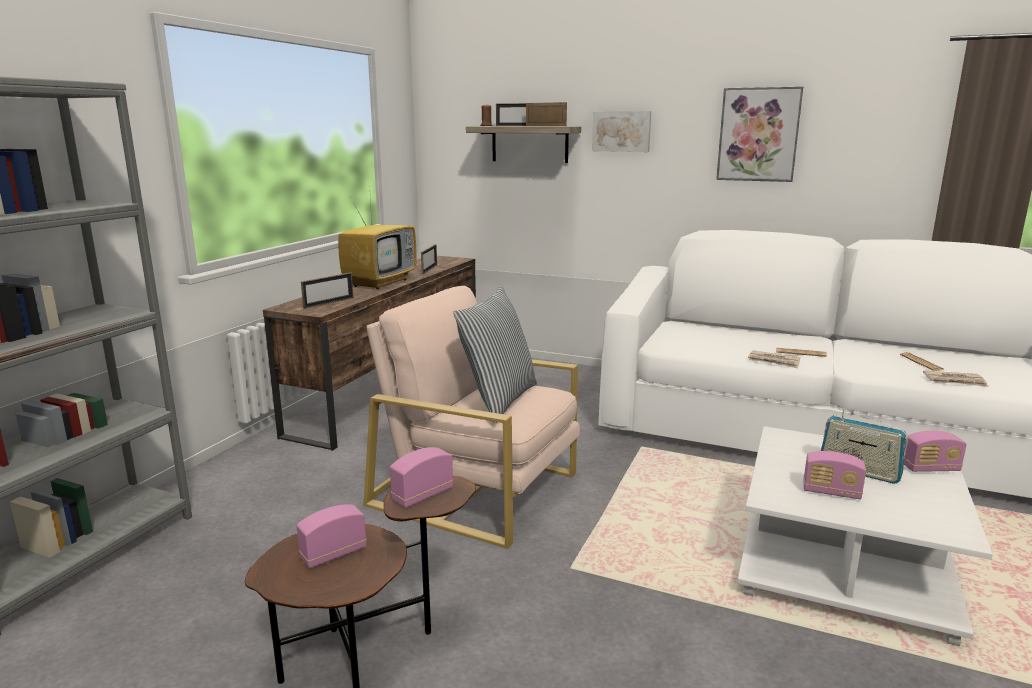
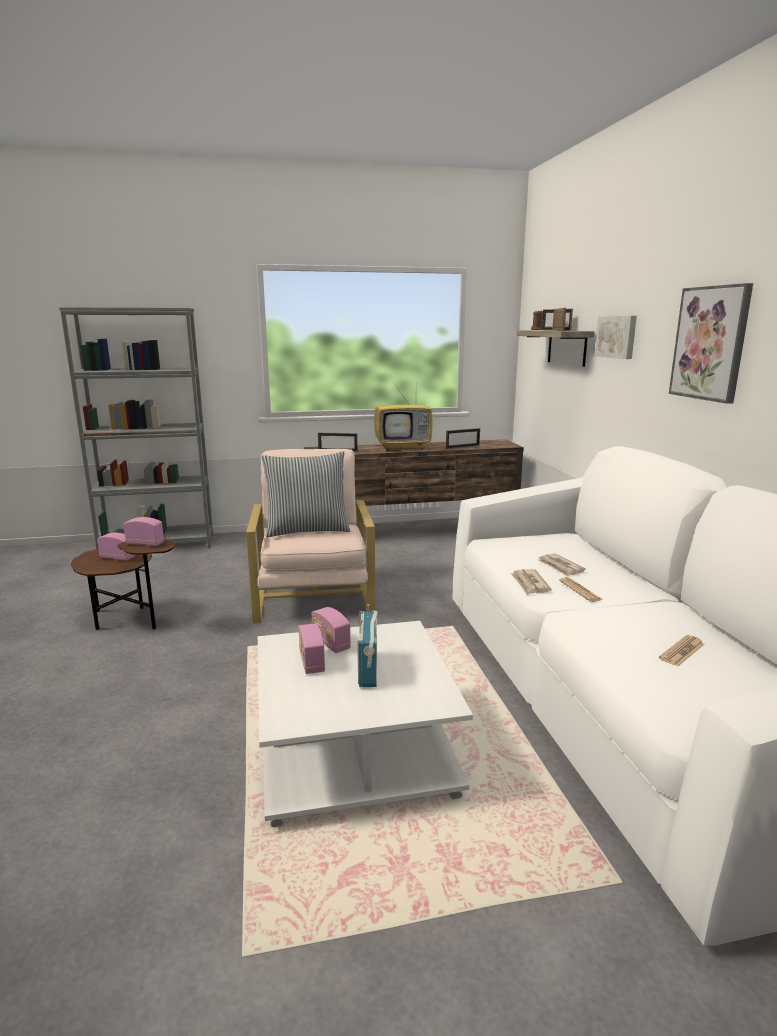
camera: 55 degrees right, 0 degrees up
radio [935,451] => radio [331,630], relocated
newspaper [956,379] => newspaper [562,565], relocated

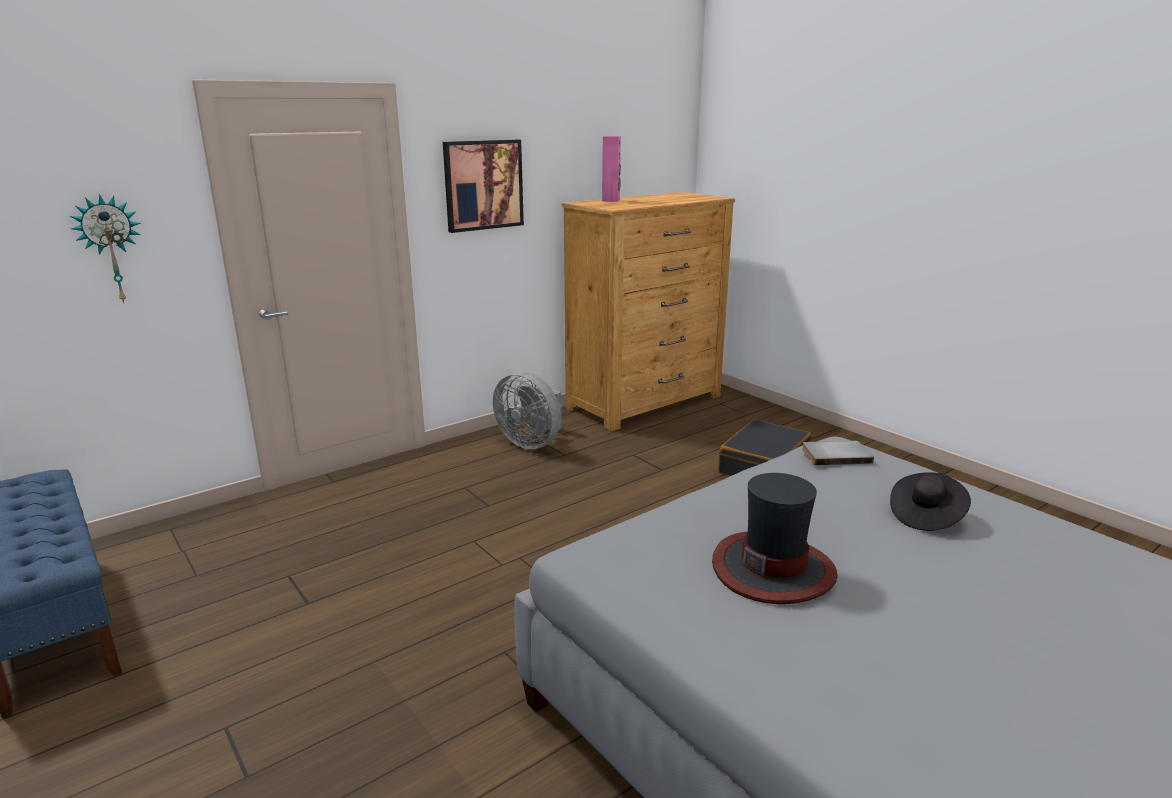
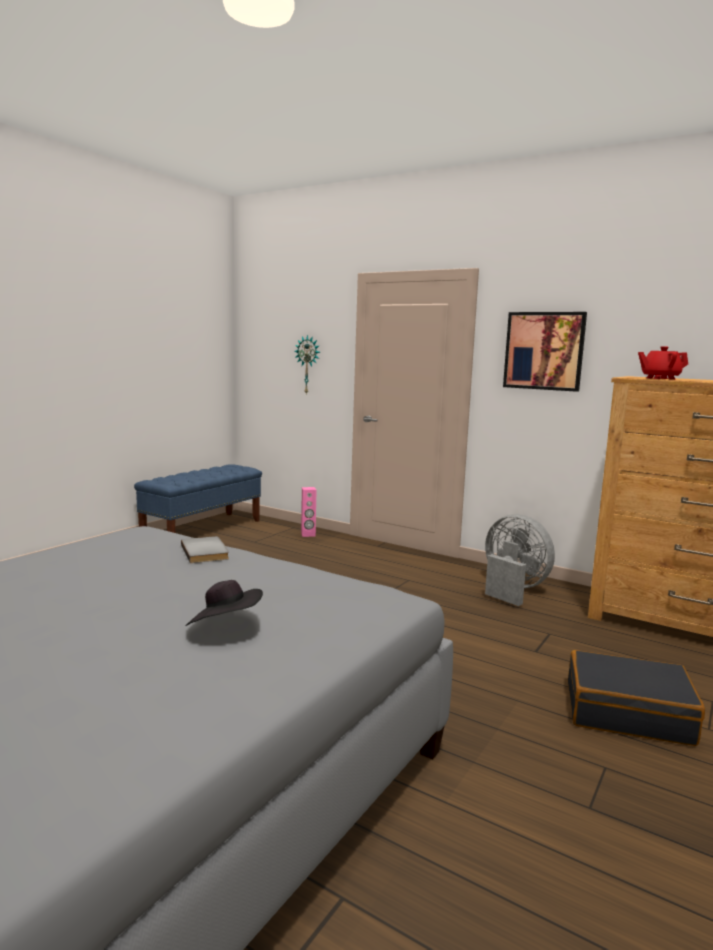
camera: 70 degrees right, 10 degrees down
hat [775,538] => nothing
nothing => teapot/red [663,363]
speaker/pink [611,169] => speaker/pink [308,512], relocated
book/grey [838,453] => book/grey [205,549], relocated
fan/grey [527,410] => fan/grey [520,560], 120 degrees clockwise

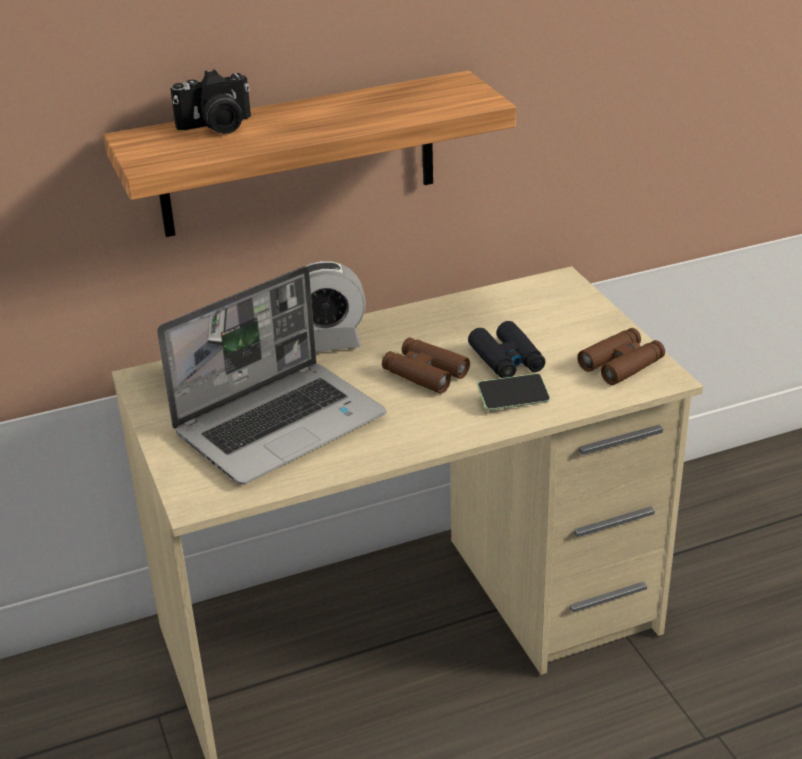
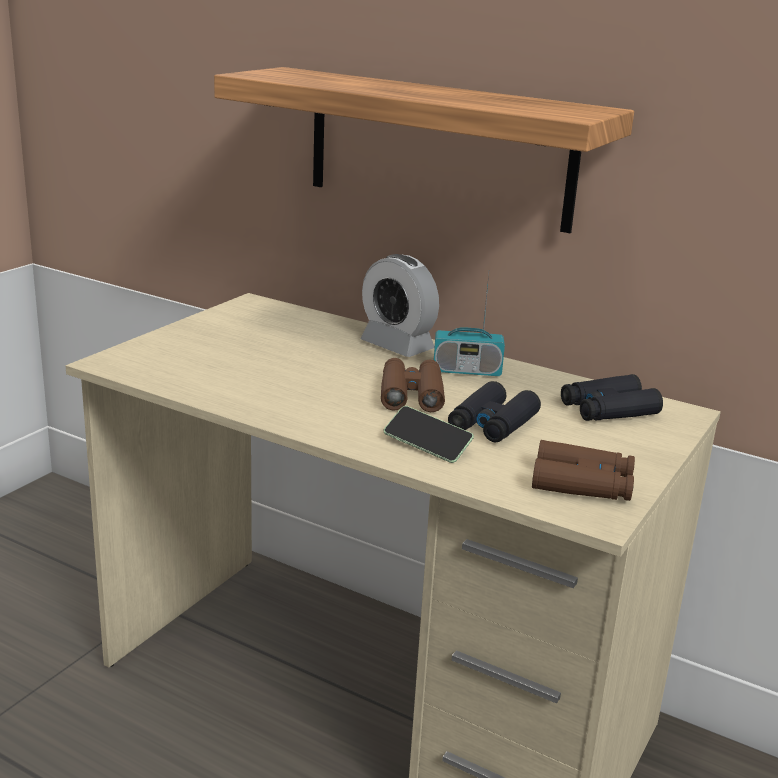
camera: 50 degrees right, 10 degrees down
laptop [271,375] => nothing
photo camera [210,101] => nothing
nothing => radio [469,325]
nothing => binoculars/black [612,397]

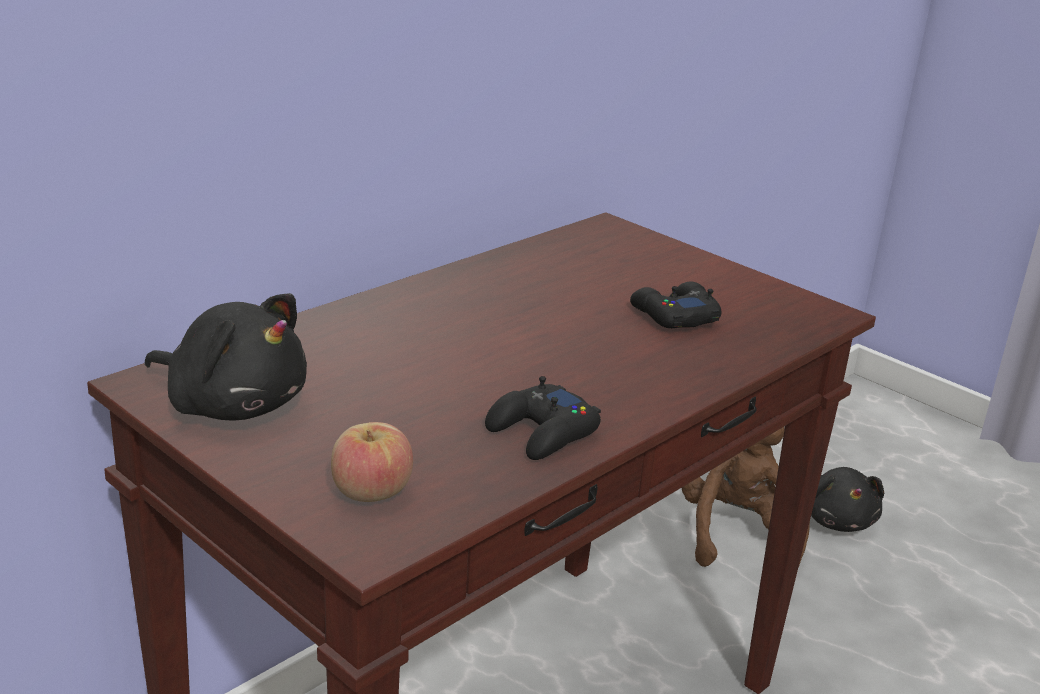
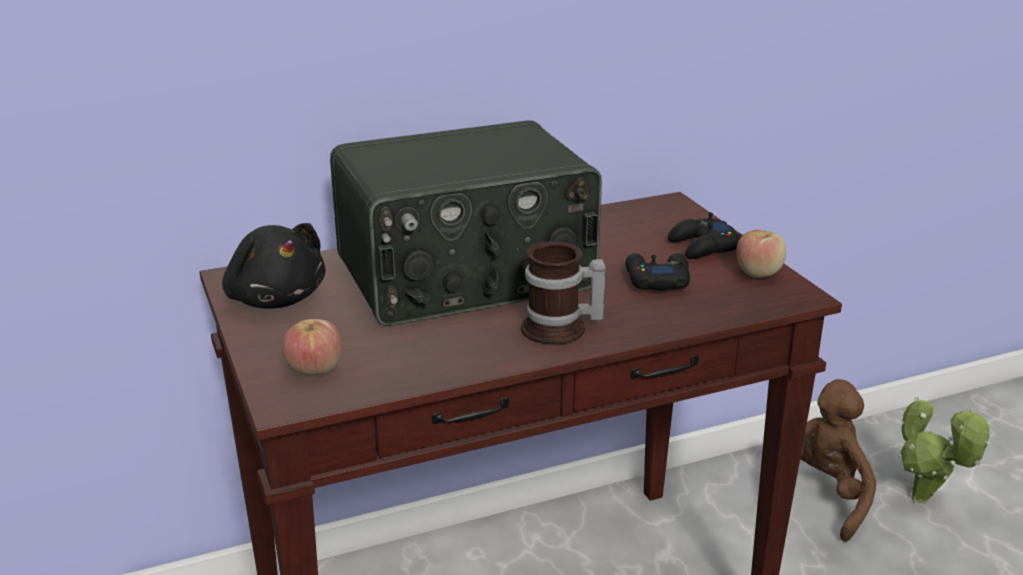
camera: 25 degrees right, 0 degrees up
nothing => radio [466,223]
nothing => mug [563,293]
nothing => apple [761,254]
game controller/black [543,418] => game controller/black [705,235], relocated
plush toy/black [847,499] => potted plant [944,450]

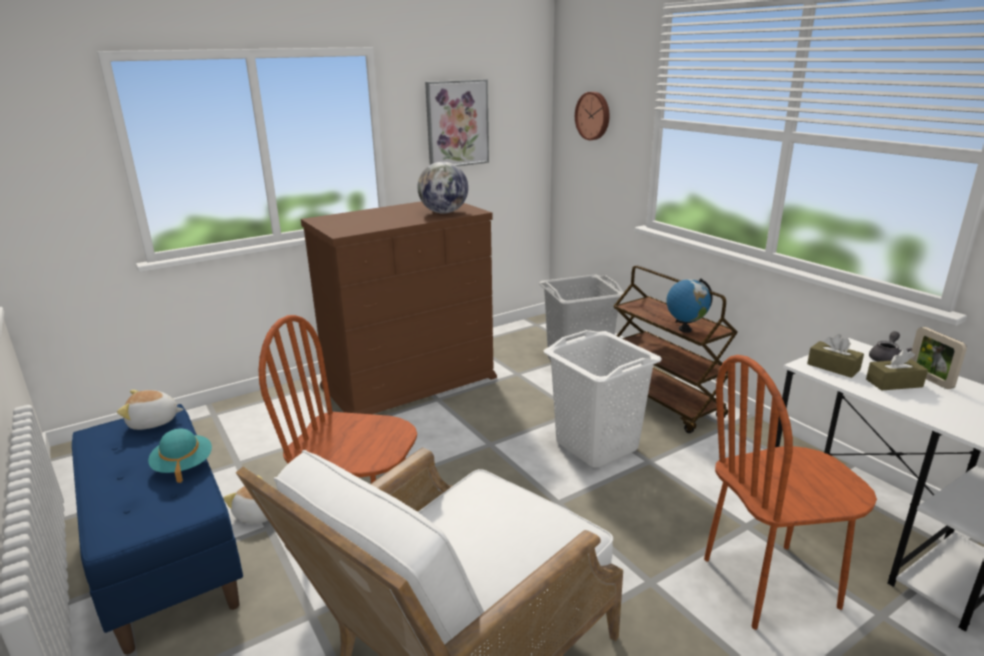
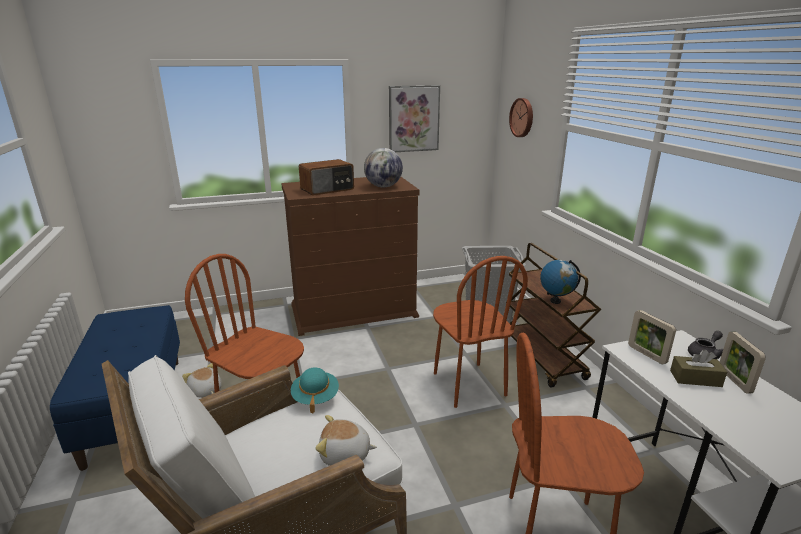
camera: 15 degrees right, 0 degrees up
nothing => radio [326,177]
plush toy [150,410] => plush toy [346,440], relocated
hat/turquoise [180,456] => hat/turquoise [315,391], relocated
laundry basket/white [603,399] => chair/brown [480,332]
tissue box/brown [835,356] => picture frame [652,337]

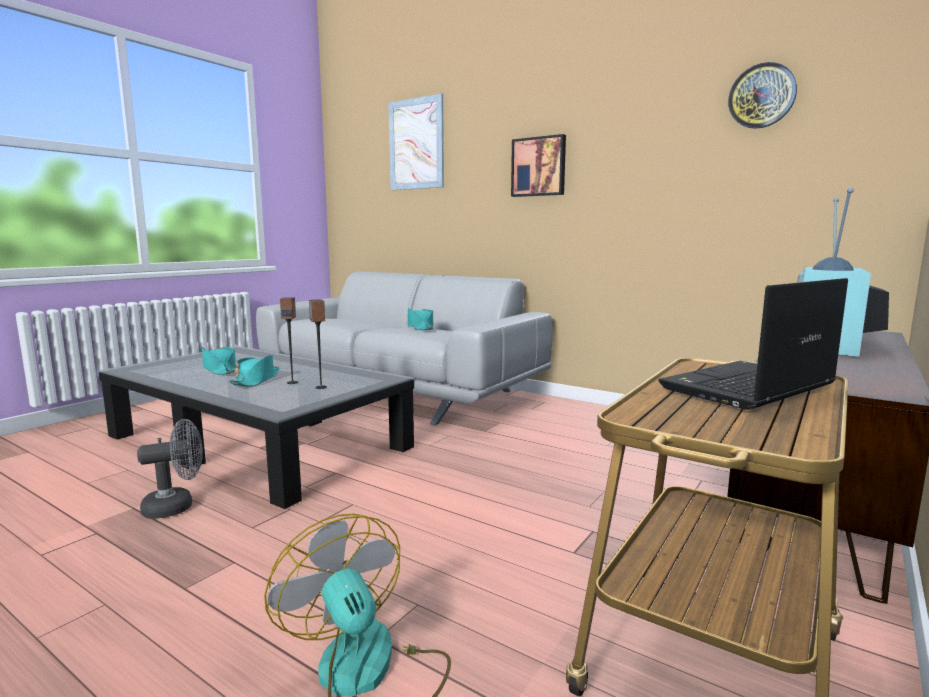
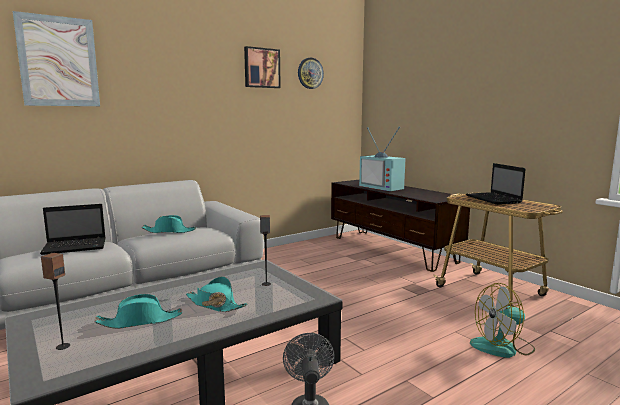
camera: 70 degrees left, 0 degrees up
nothing => laptop [73,229]
speaker [289,340] => speaker [55,301], relocated
picture [538,165] => picture [262,67], relocated

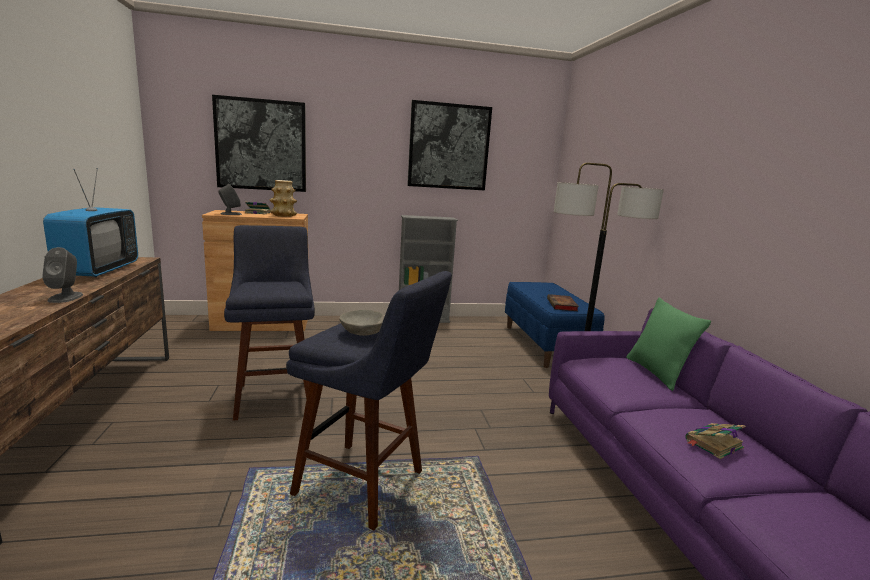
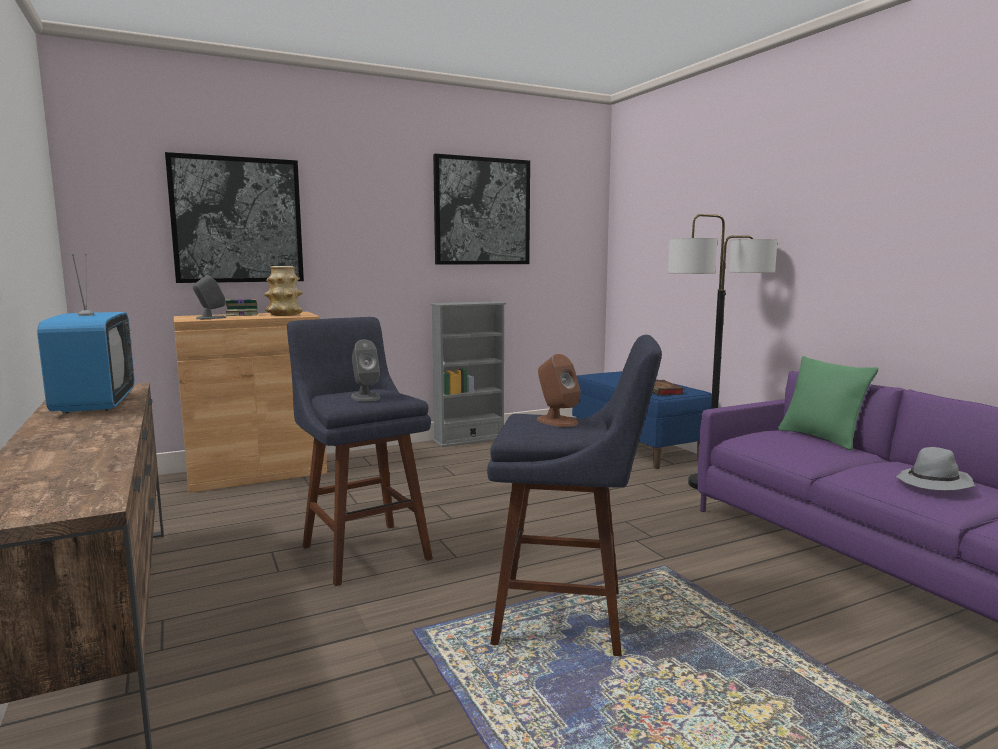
camera: 15 degrees left, 5 degrees down
speaker/grey [62,275] => speaker/grey [366,370], relocated
bowl/grey [362,323] => speaker/brown [559,390]
book [715,441] => hat/grey [935,469]

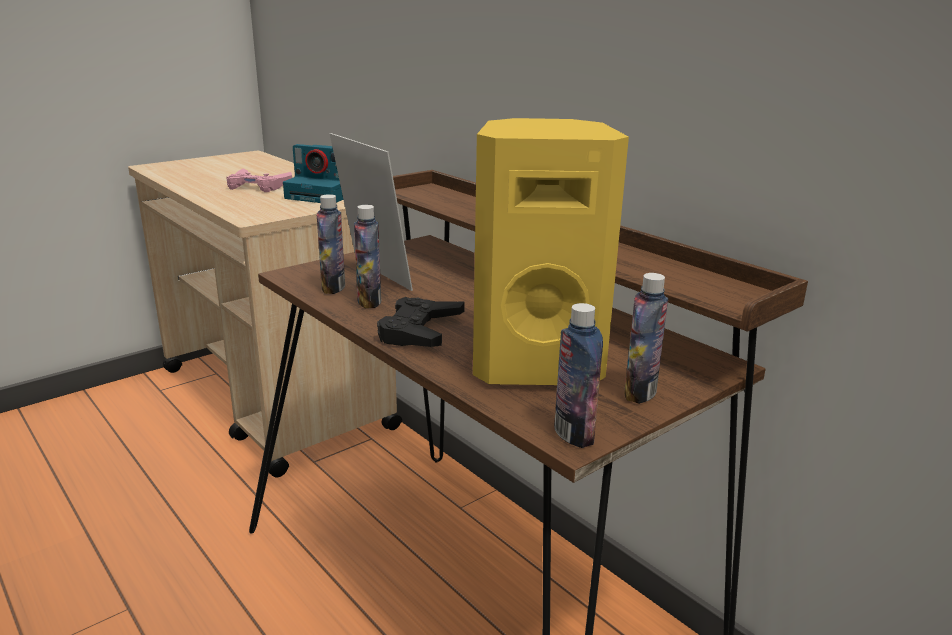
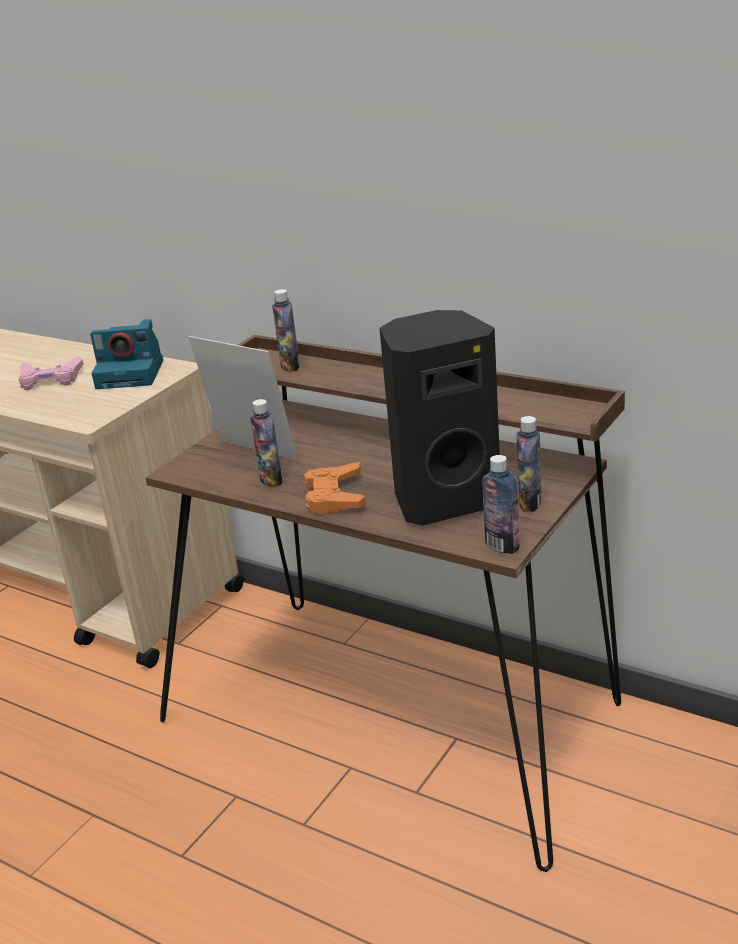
camera: 15 degrees left, 5 degrees up
bottle [331,244] => bottle [286,330], relocated
game controller/black [421,322] => game controller/orange [335,488]
speaker/yellow [551,251] => speaker/black [439,418]

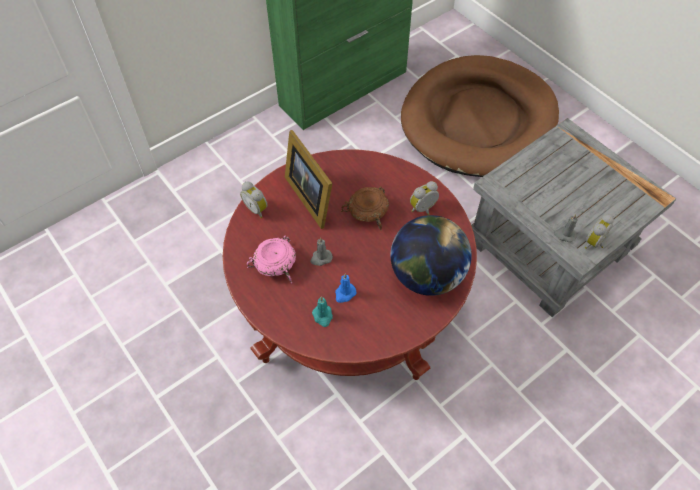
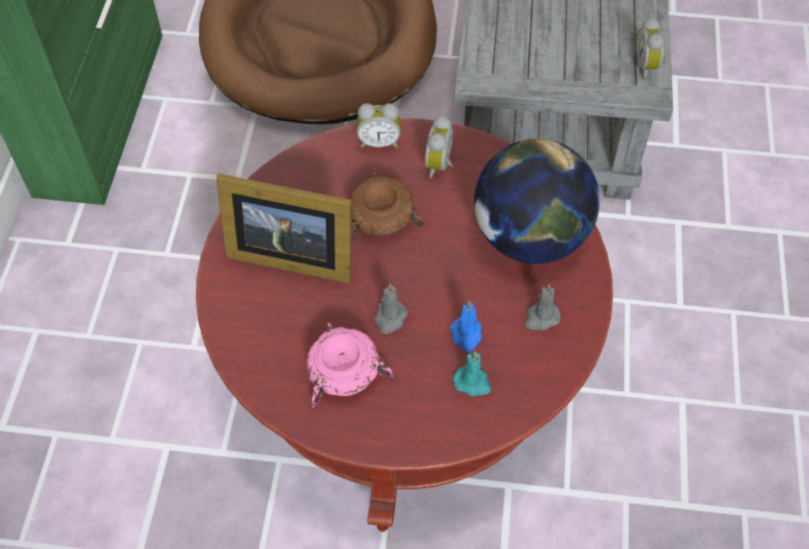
camera: 45 degrees left, 0 degrees up
alarm clock [253,199] => alarm clock [378,125], relocated
candle/grey [566,228] => candle/grey [542,307], relocated

